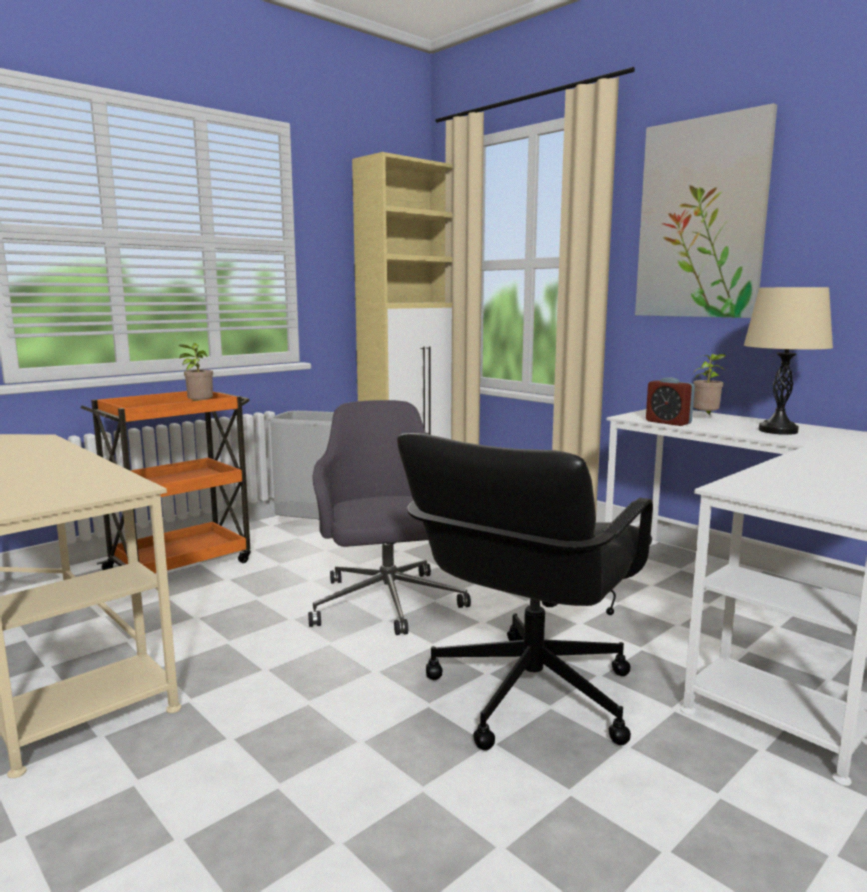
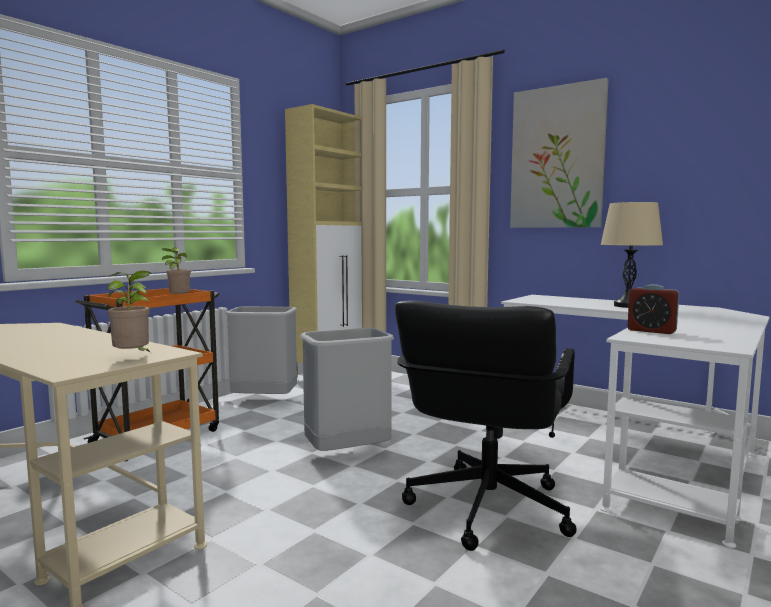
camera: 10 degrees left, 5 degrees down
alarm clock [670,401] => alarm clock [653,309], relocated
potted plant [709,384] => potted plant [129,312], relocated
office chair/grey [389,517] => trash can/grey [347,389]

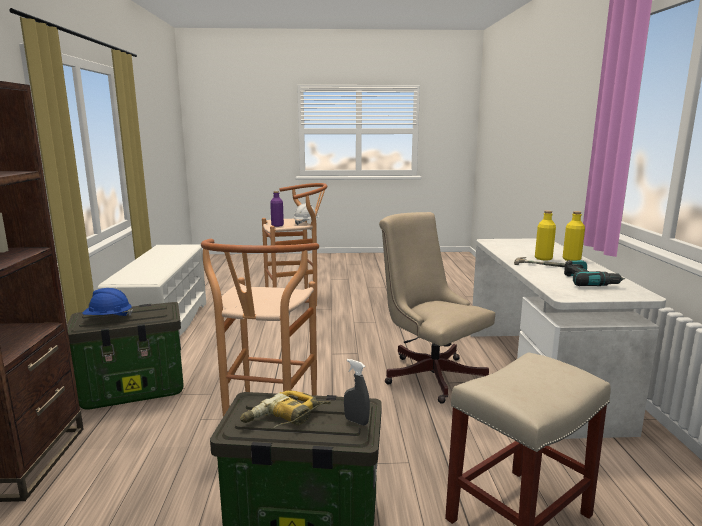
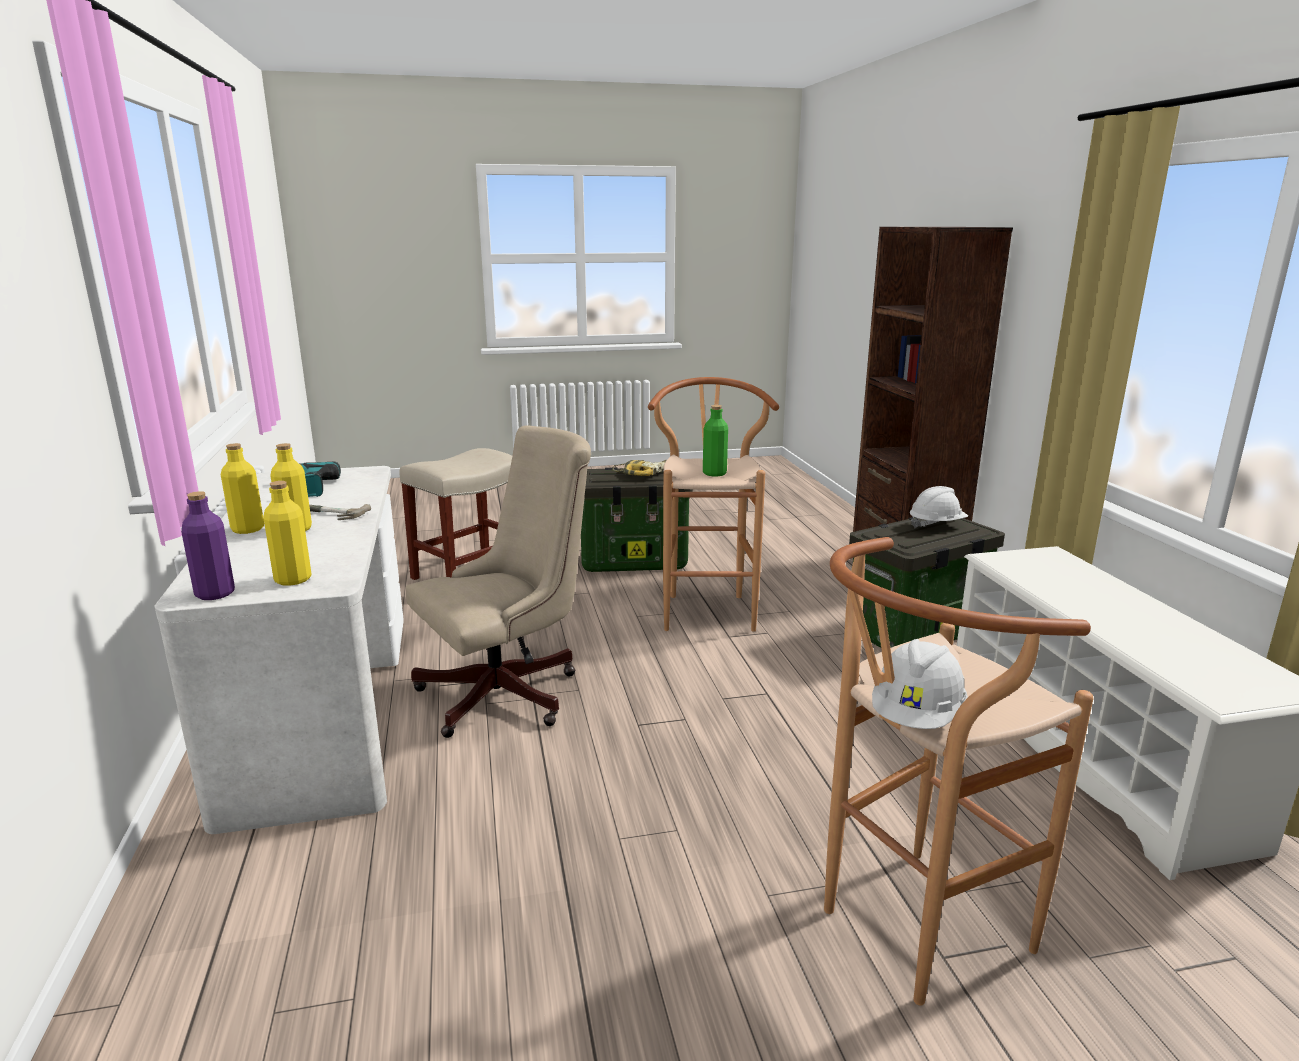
camera: 170 degrees right, 5 degrees up
spray bottle/grey [357,392] => nothing
nothing => bottle/yellow [287,533]
nothing => bottle/green [715,441]
bottle/purple [277,209] => bottle/purple [208,545], relocated
hard hat/blue [107,302] => hard hat/white [939,507]
office chair/beige [437,308] => office chair/beige [498,581], 75 degrees counterclockwise

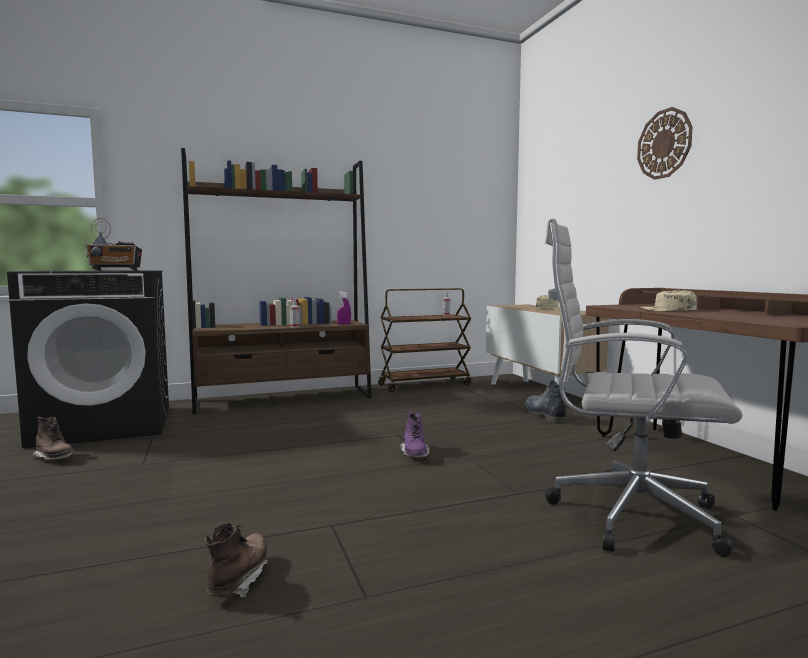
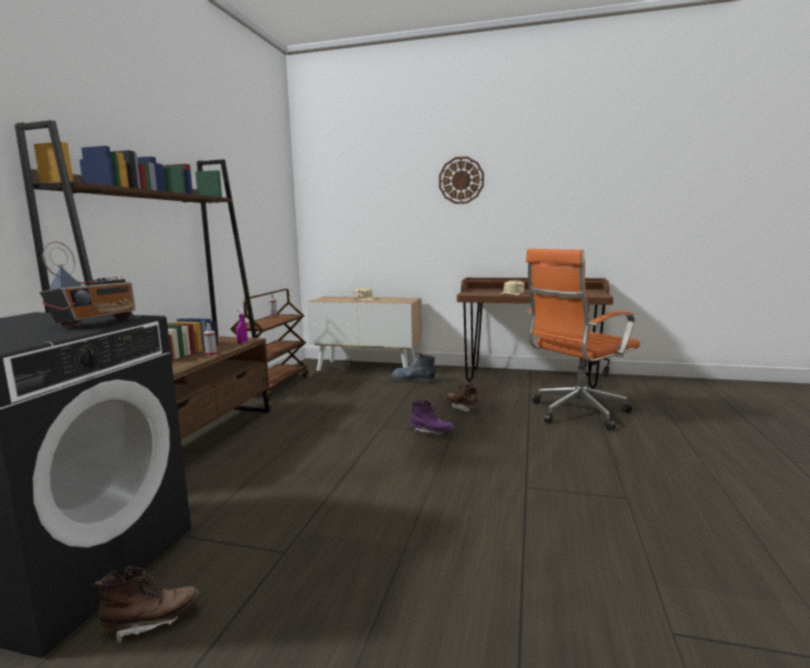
camera: 55 degrees left, 5 degrees up
boot/brown [236,560] => boot/brown [462,398], relocated
office chair/white [644,388] => office chair/orange [583,339]

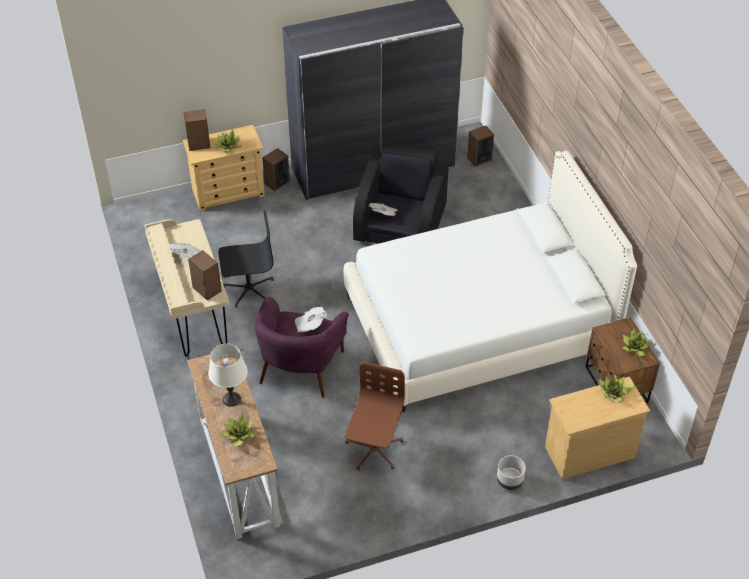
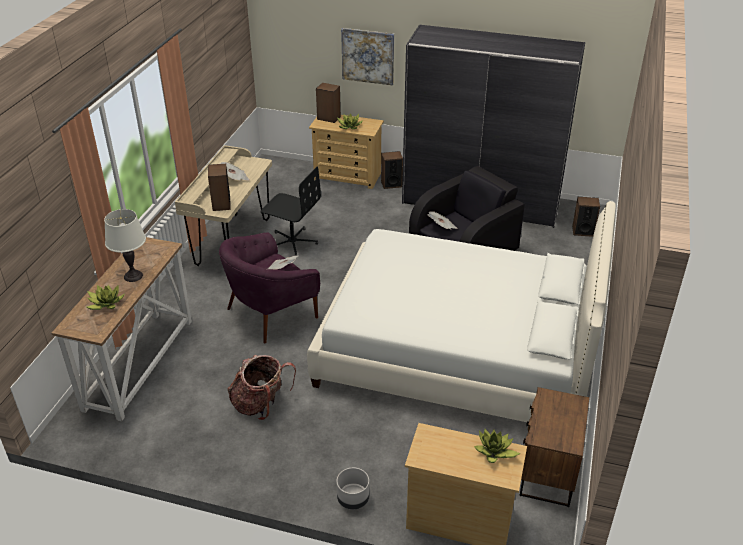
camera: 35 degrees right, 10 degrees down
potted plant [637,342] => nothing
nothing => picture [367,56]
office chair/brown [375,416] => backpack [261,387]

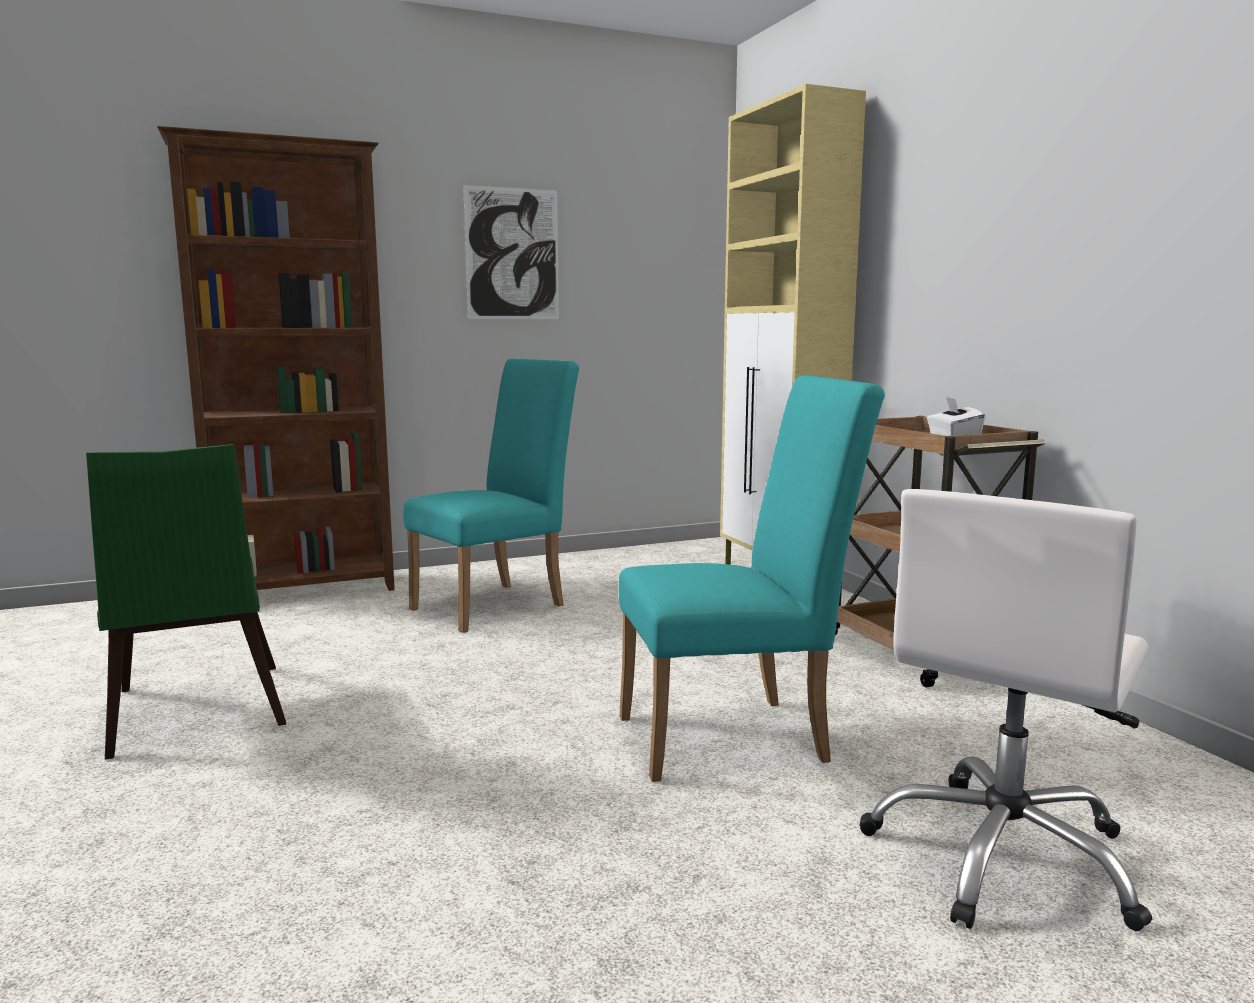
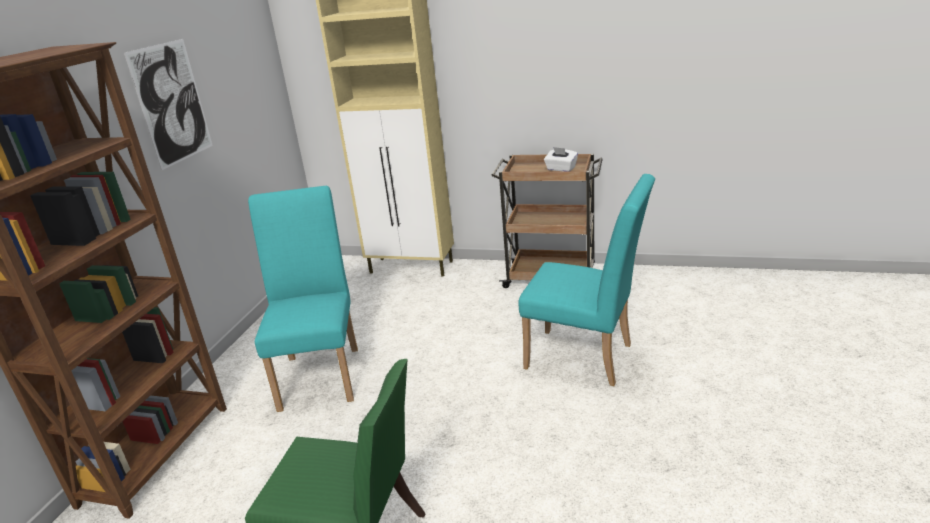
camera: 50 degrees left, 15 degrees up
office chair/white [1006,710] => nothing
chair/turquoise [752,578] => chair/turquoise [586,280], 90 degrees clockwise

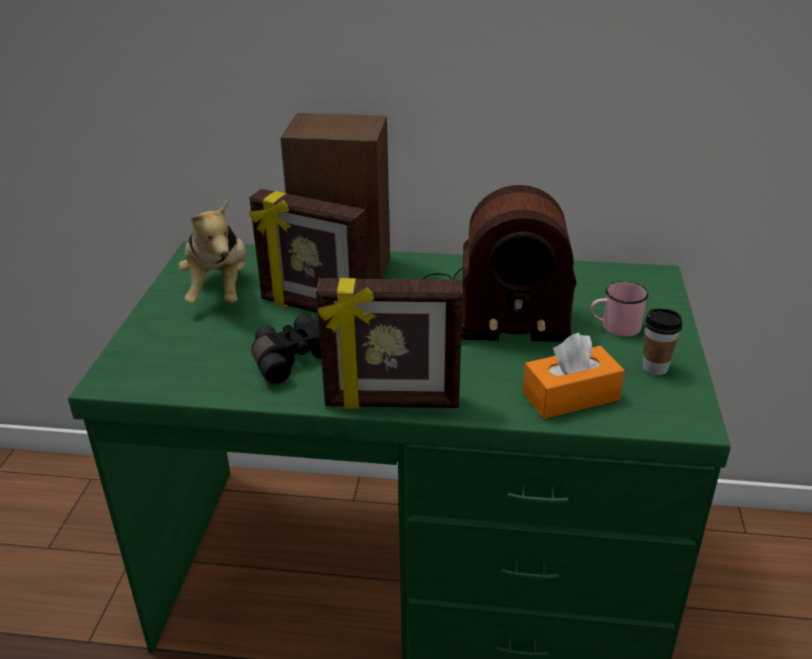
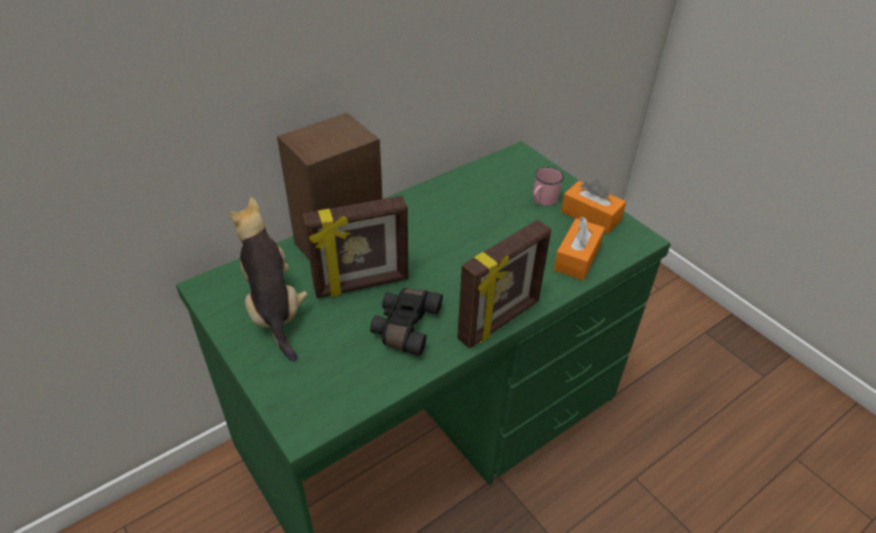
camera: 45 degrees left, 10 degrees up
radio [499,263] => nothing
cup [662,341] => tissue box/orange [593,206]
plush toy [212,252] => plush toy [268,279], 150 degrees counterclockwise

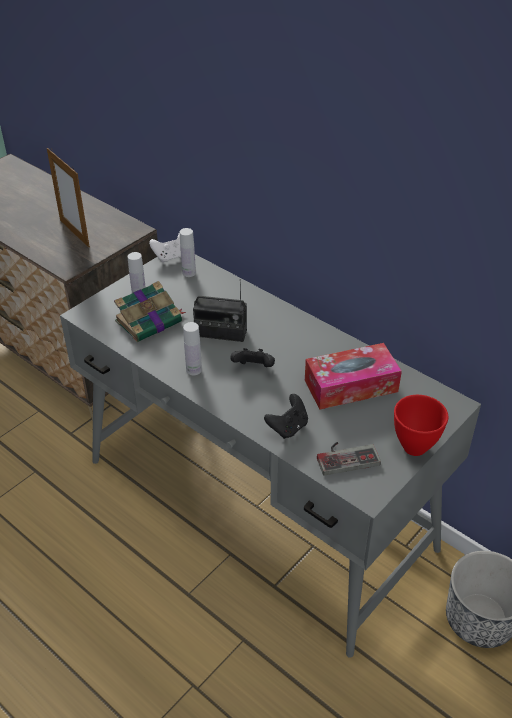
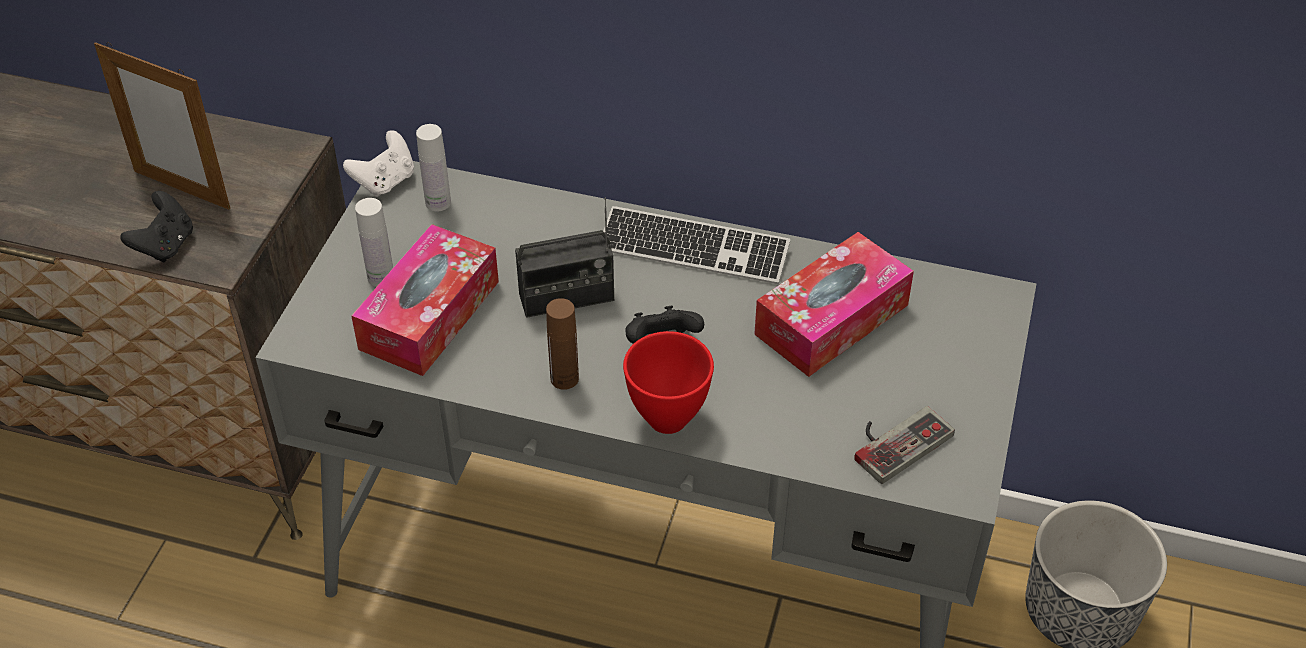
camera: 25 degrees left, 5 degrees up
nothing => keyboard [696,245]
game controller/black [286,416] => game controller/black [156,226], relocated
bowl/red [421,425] => bowl/red [668,382], relocated
book [150,311] => tissue box [425,300]
bottle/white [192,348] => bottle/brown [562,344]

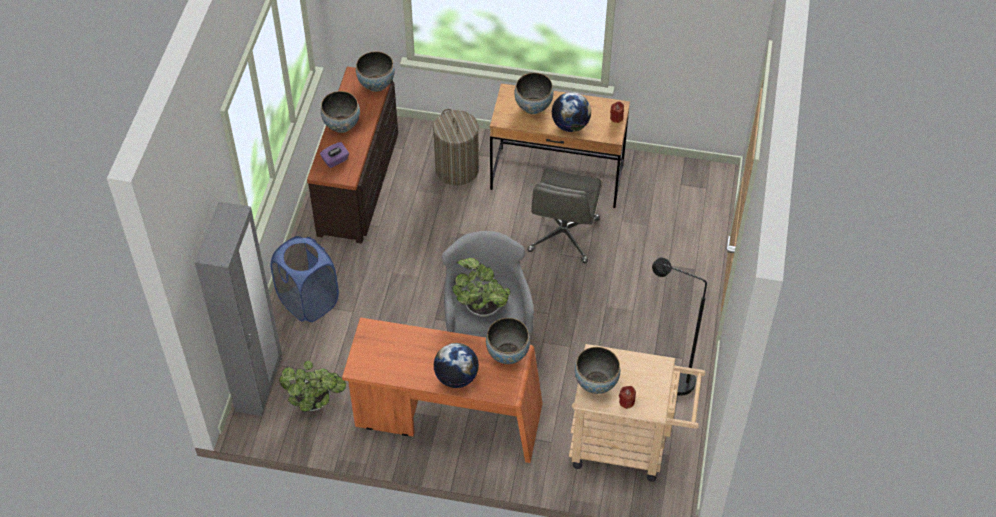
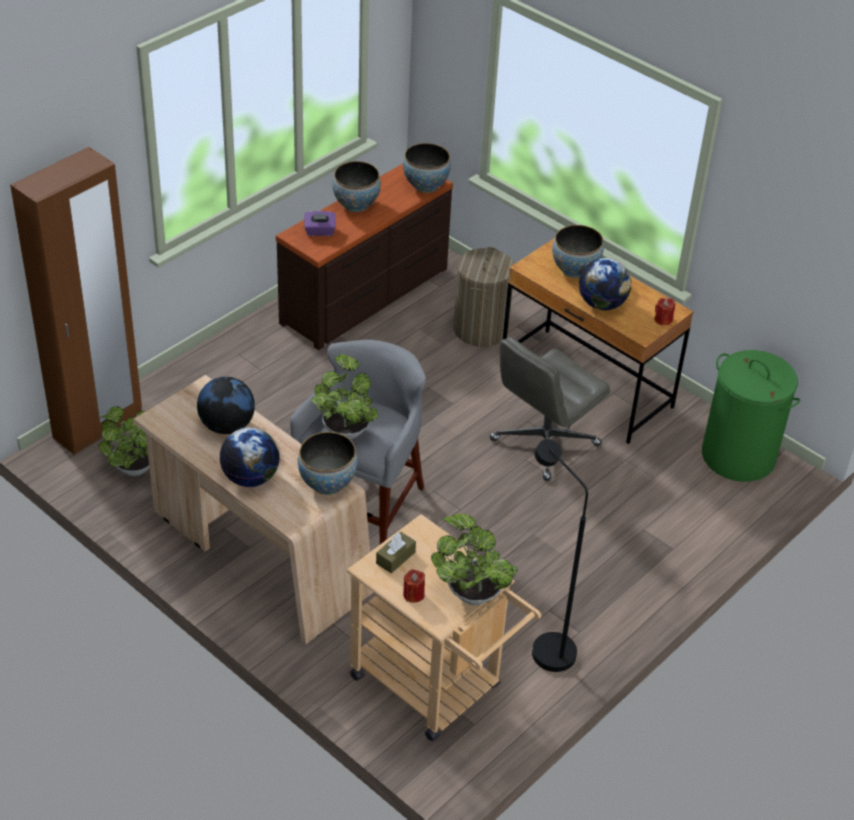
camera: 30 degrees right, 10 degrees down
laundry basket/blue [304,279] => nothing
nothing => globe [226,405]
nothing => potted plant [474,559]
nothing => laundry basket/green [751,416]
bowl [597,370] => tissue box/brown [396,552]
wardrobe/grey [238,309] => wardrobe/brown [76,301]
desk/orange [442,390] => desk/beige [253,509]

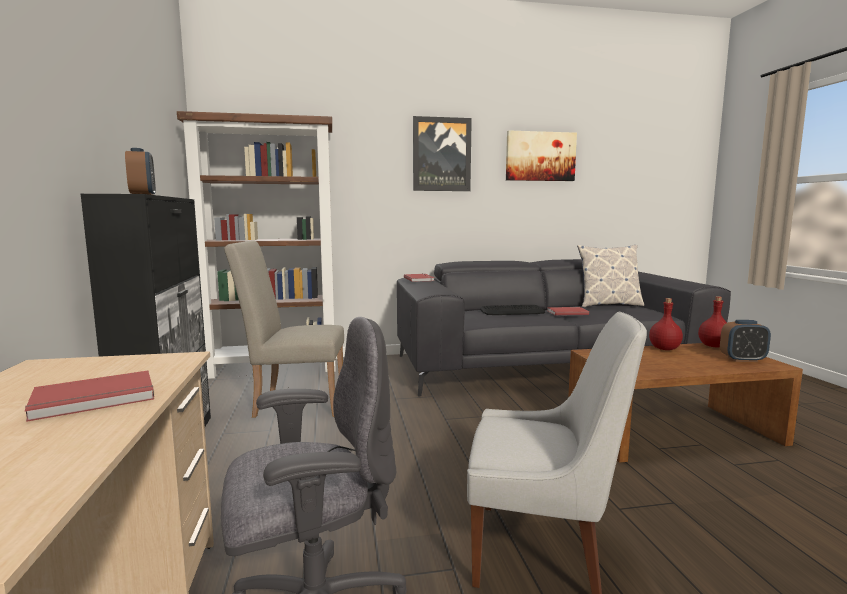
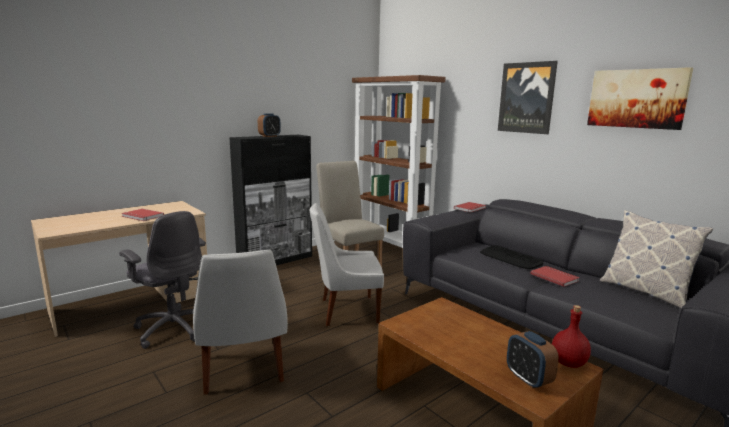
camera: 60 degrees right, 5 degrees up
bottle/red [666,324] => nothing
nothing => chair/white [347,264]

